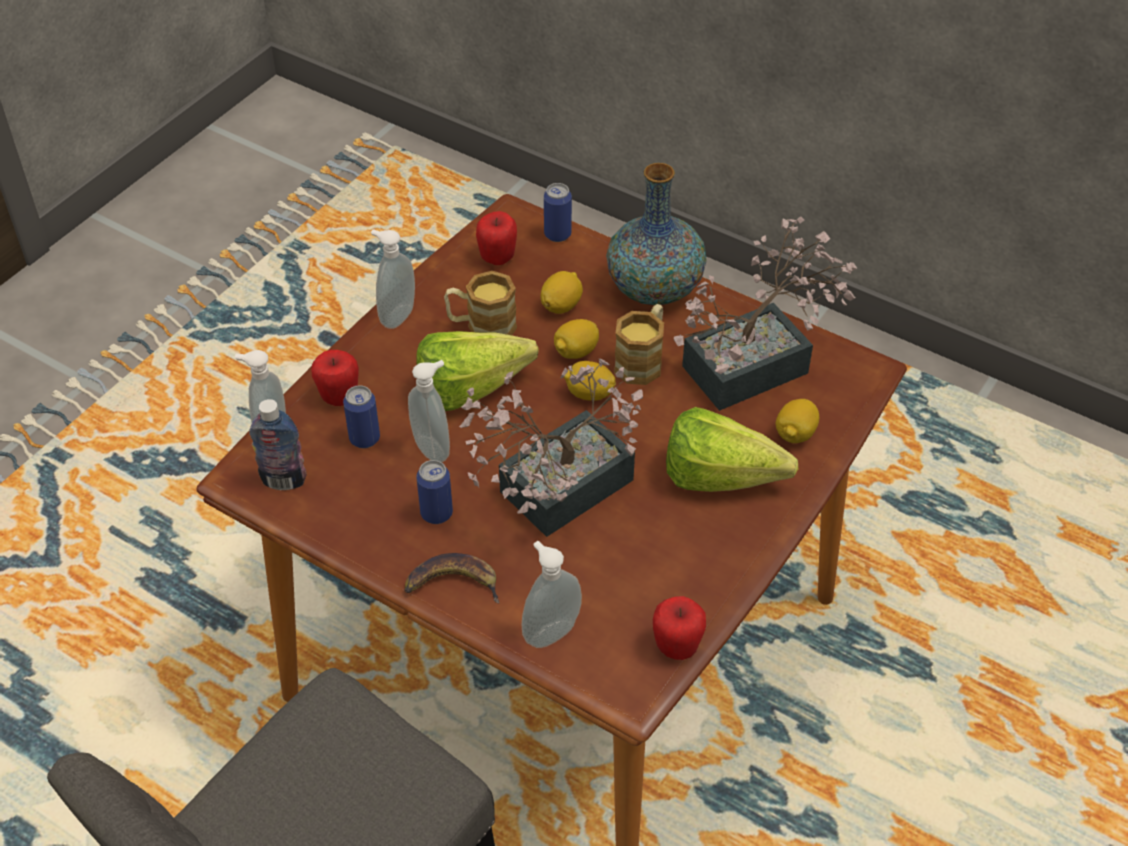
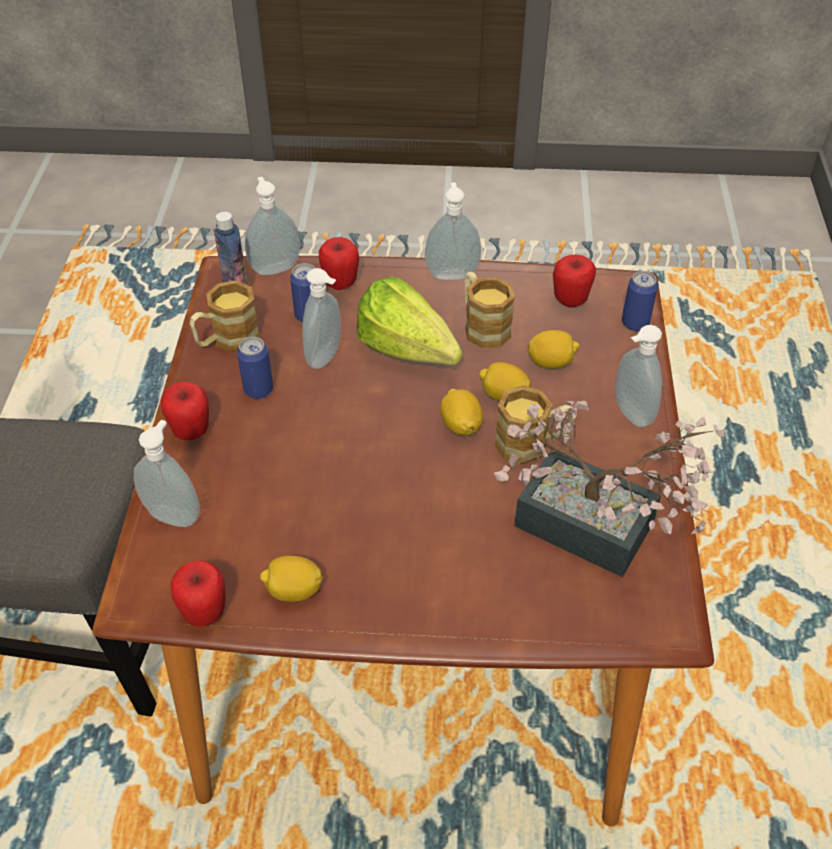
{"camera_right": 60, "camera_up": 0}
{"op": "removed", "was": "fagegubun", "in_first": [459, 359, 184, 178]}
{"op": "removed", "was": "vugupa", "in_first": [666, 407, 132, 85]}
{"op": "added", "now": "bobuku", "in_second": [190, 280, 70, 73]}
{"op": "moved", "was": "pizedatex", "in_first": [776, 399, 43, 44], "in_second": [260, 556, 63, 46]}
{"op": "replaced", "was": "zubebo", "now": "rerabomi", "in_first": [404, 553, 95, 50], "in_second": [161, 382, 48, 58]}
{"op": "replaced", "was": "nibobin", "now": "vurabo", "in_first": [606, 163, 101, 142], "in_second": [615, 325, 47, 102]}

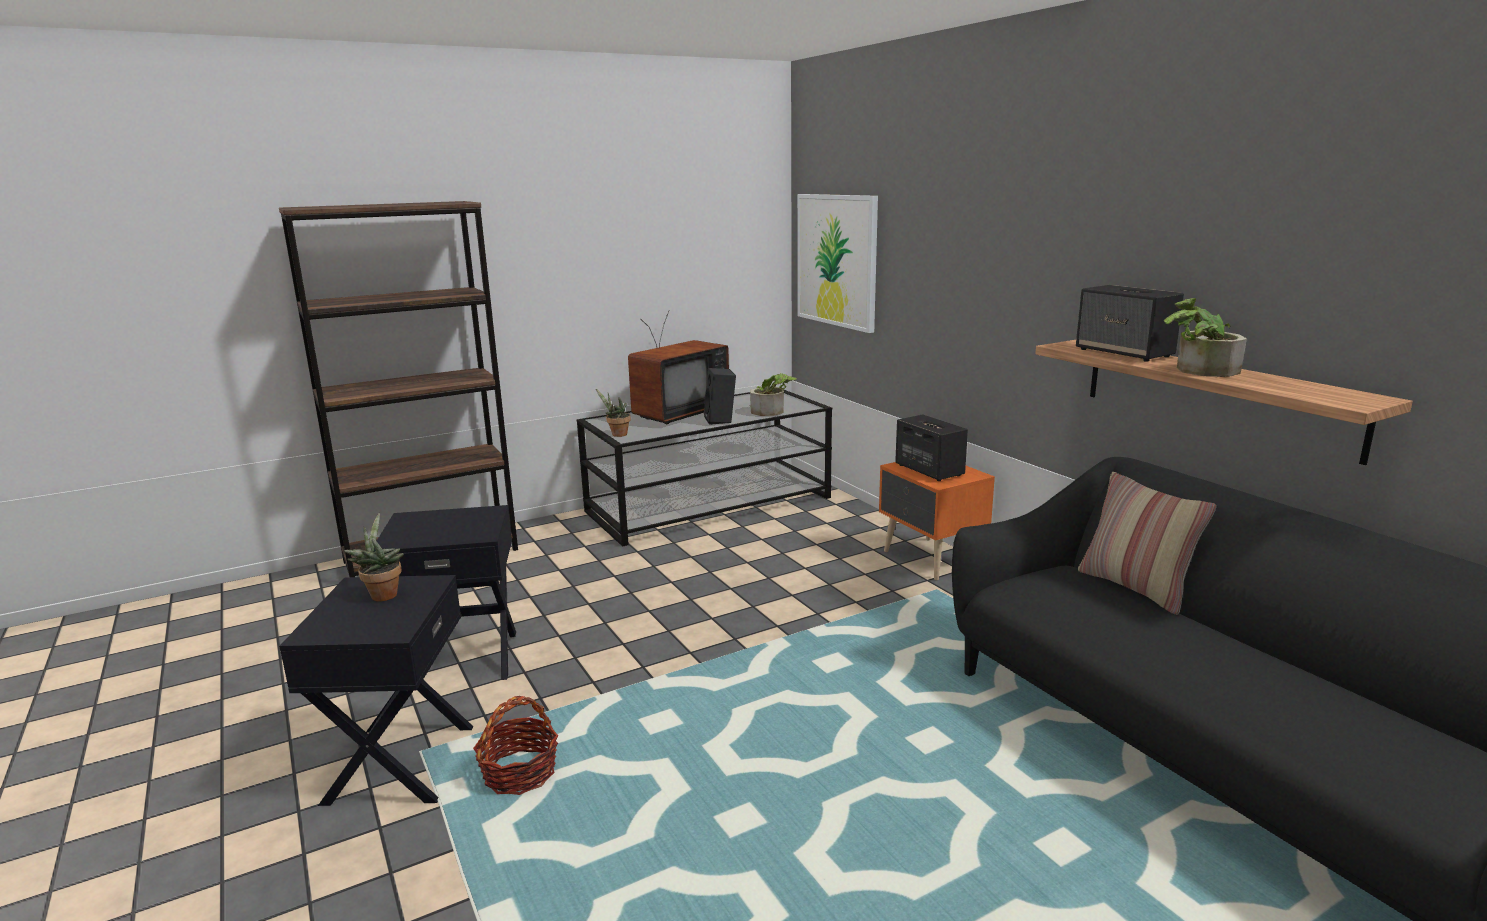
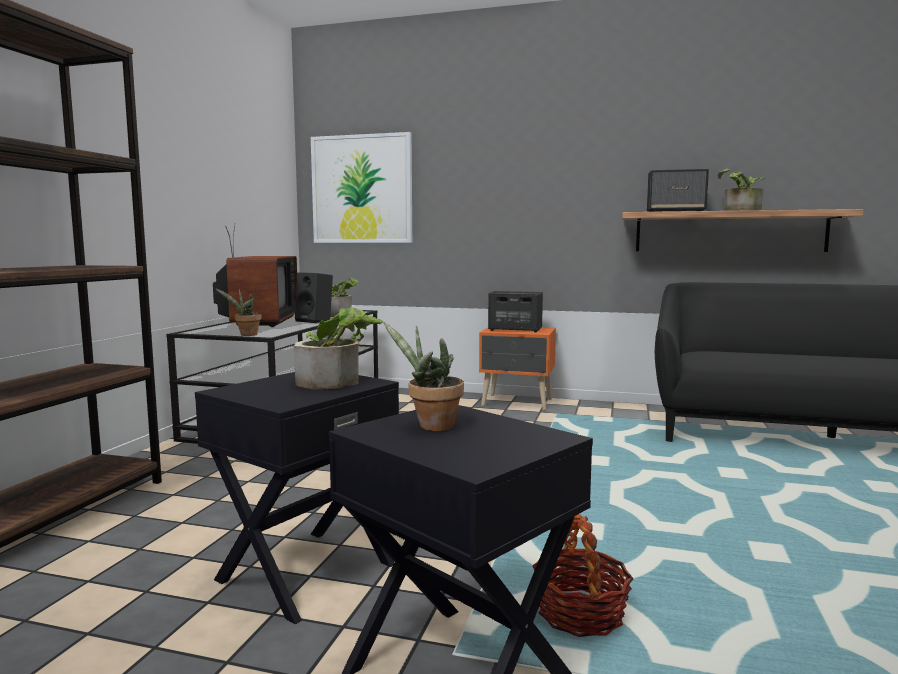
{"camera_right": -45, "camera_up": -10}
{"op": "removed", "was": "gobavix", "in_first": [1078, 472, 139, 143]}
{"op": "added", "now": "fagegubun", "in_second": [294, 307, 89, 83]}

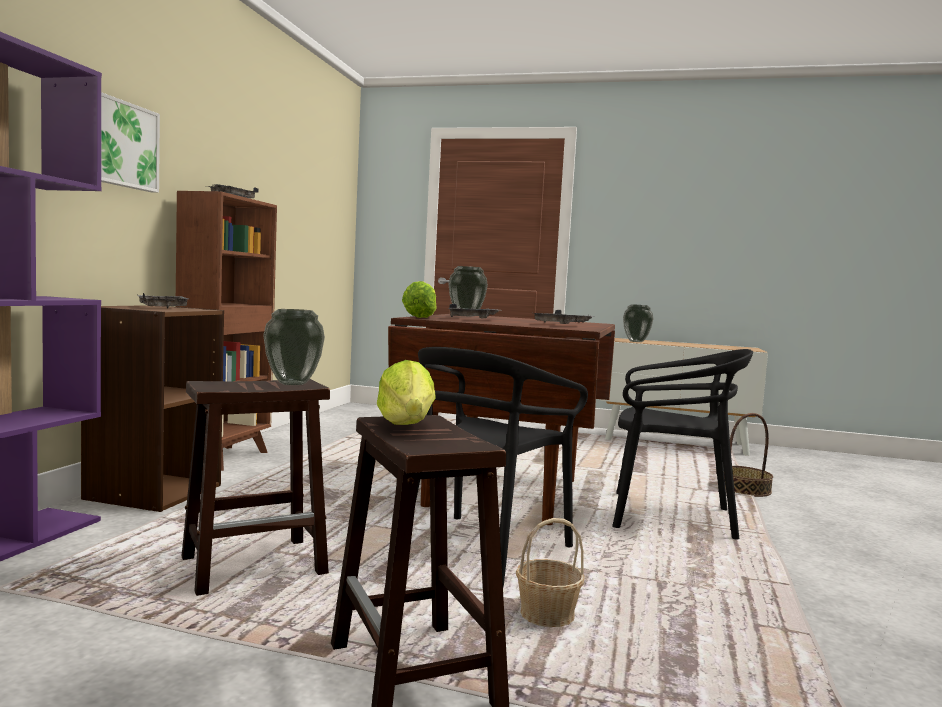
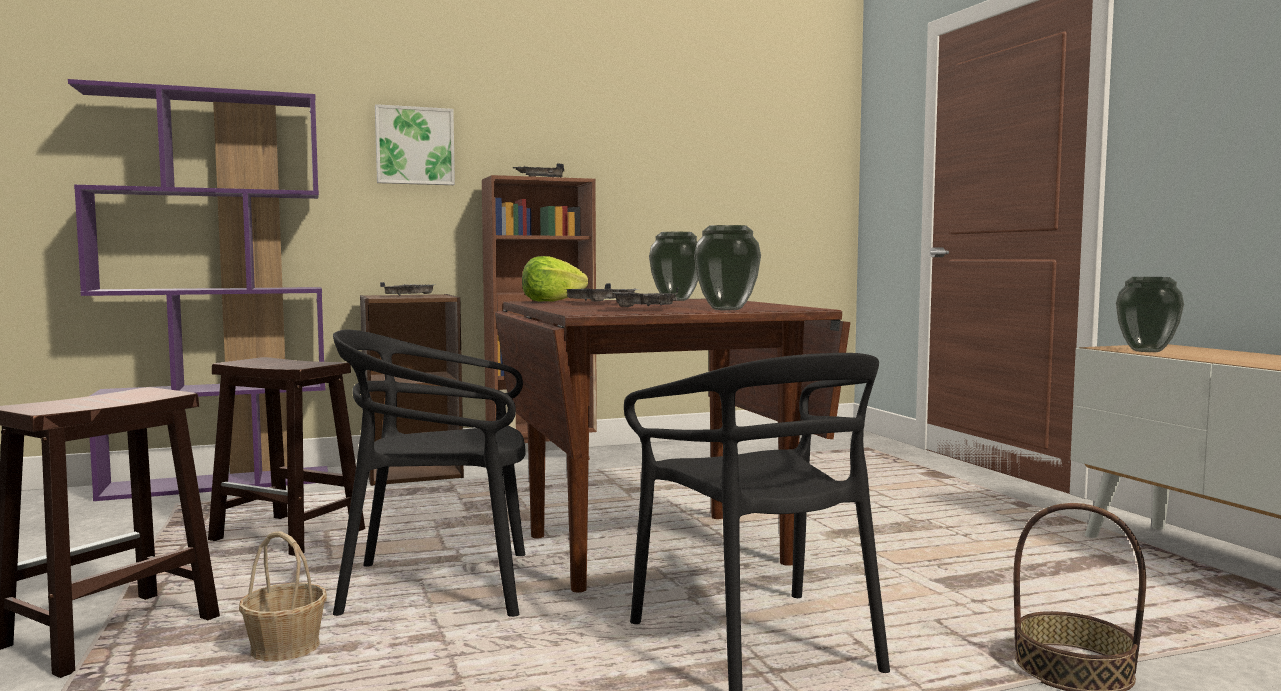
{"camera_right": 55, "camera_up": 0}
{"op": "removed", "was": "vugupa", "in_first": [377, 360, 59, 65]}
{"op": "moved", "was": "nibobin", "in_first": [263, 309, 62, 76], "in_second": [694, 225, 67, 85]}

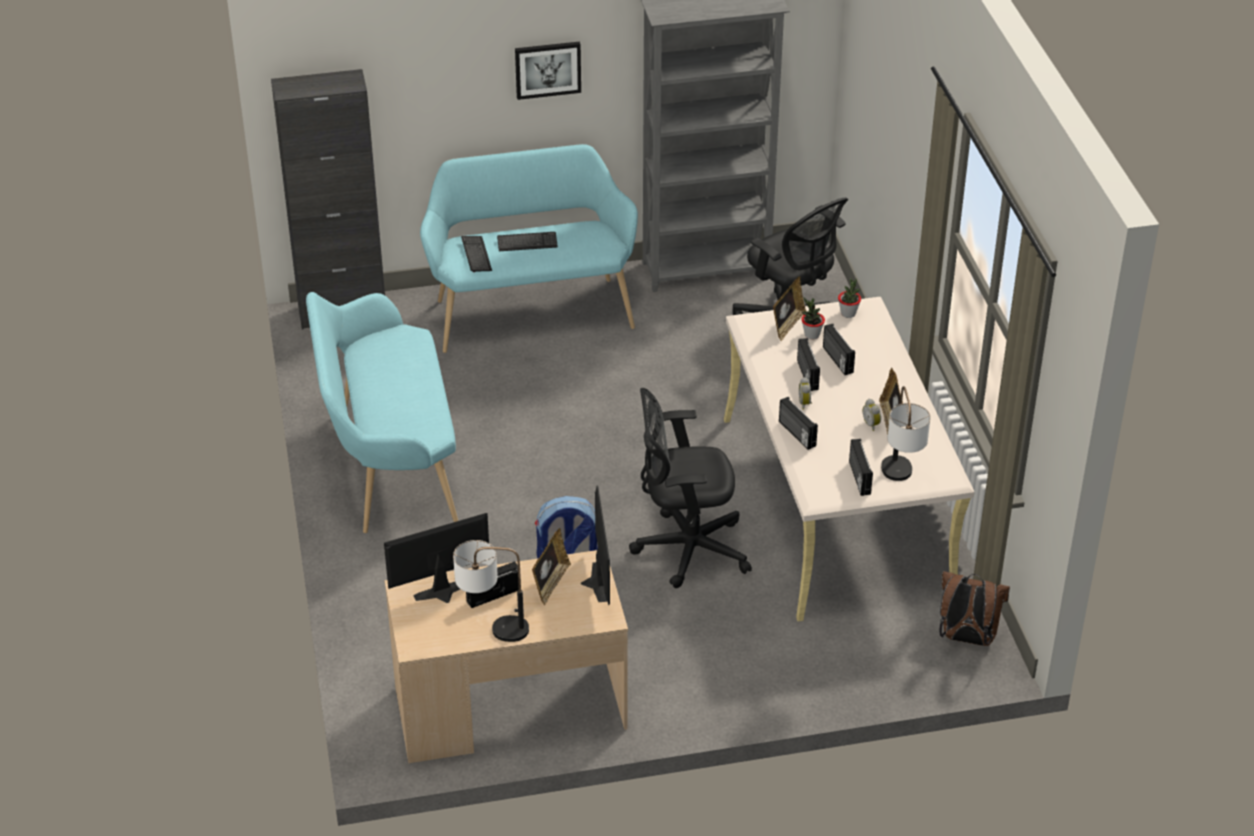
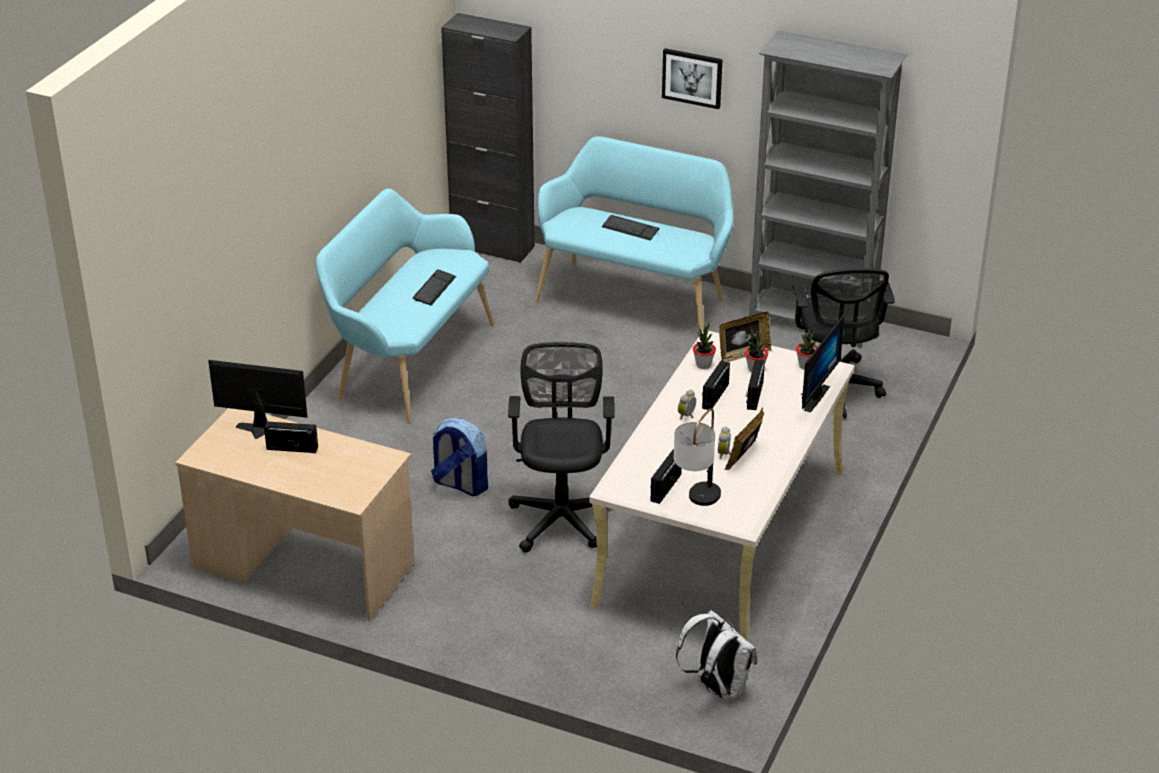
{"camera_right": 35, "camera_up": -5}
{"op": "removed", "was": "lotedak", "in_first": [453, 540, 76, 102]}
{"op": "removed", "was": "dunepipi", "in_first": [532, 528, 39, 77]}
{"op": "removed", "was": "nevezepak", "in_first": [779, 397, 39, 53]}
{"op": "added", "now": "fagegubun", "in_second": [693, 323, 23, 46]}
{"op": "moved", "was": "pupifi", "in_first": [461, 236, 31, 36], "in_second": [413, 269, 43, 36]}
{"op": "moved", "was": "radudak", "in_first": [581, 486, 29, 119], "in_second": [801, 315, 44, 98]}
{"op": "recoloured", "was": "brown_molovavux", "now": "white_molovavux", "in_first": [940, 571, 70, 75], "in_second": [676, 610, 81, 90]}
{"op": "turned", "was": "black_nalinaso", "in_first": [629, 388, 123, 200], "in_second": [508, 342, 107, 211], "clockwise": 60}

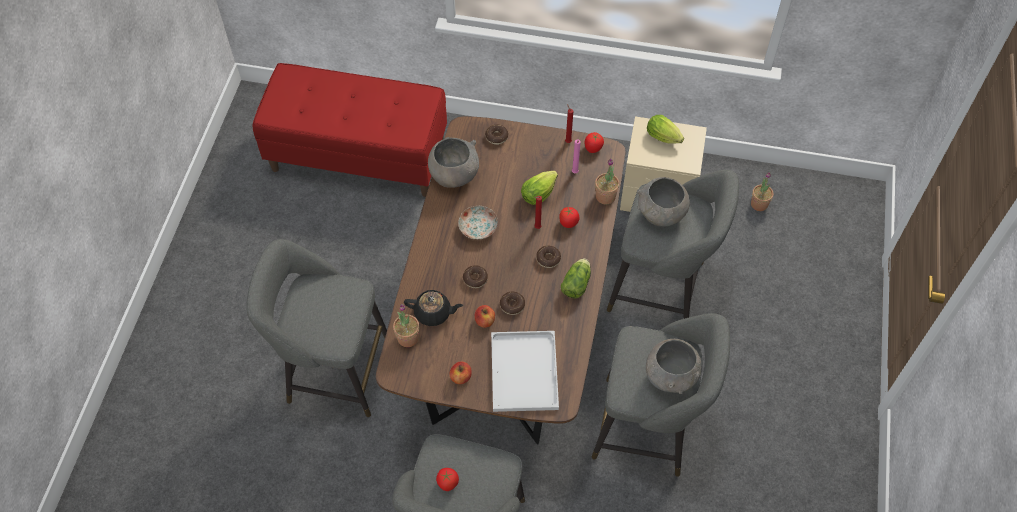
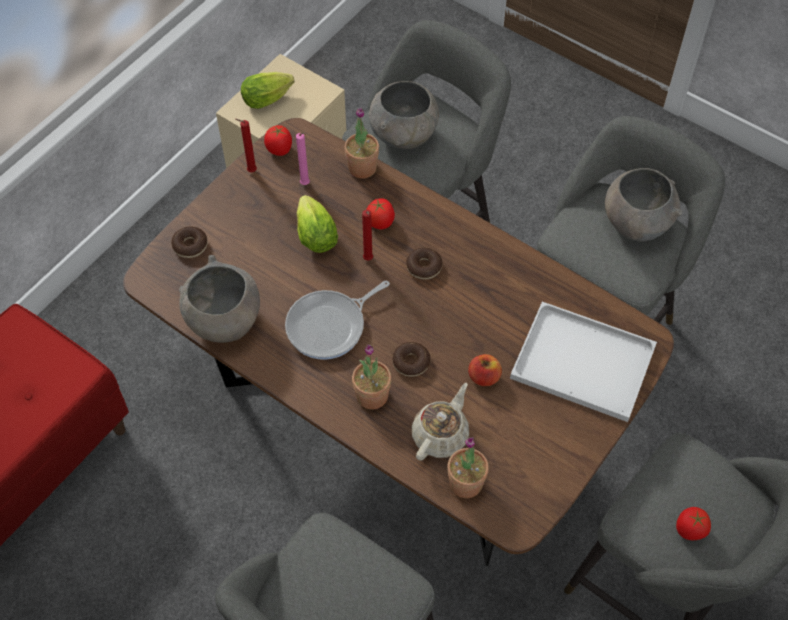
{"camera_right": -65, "camera_up": 0}
{"op": "removed", "was": "rerabomi", "in_first": [449, 362, 23, 22]}
{"op": "removed", "was": "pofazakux", "in_first": [500, 292, 25, 23]}
{"op": "removed", "was": "vugupa", "in_first": [561, 259, 30, 39]}
{"op": "moved", "was": "fagegubun", "in_first": [751, 172, 22, 39], "in_second": [352, 344, 40, 66]}
{"op": "replaced", "was": "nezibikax", "now": "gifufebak", "in_first": [458, 206, 40, 33], "in_second": [285, 281, 105, 79]}
{"op": "recoloured", "was": "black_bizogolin", "now": "beige_bizogolin", "in_first": [404, 290, 59, 36], "in_second": [412, 383, 57, 78]}

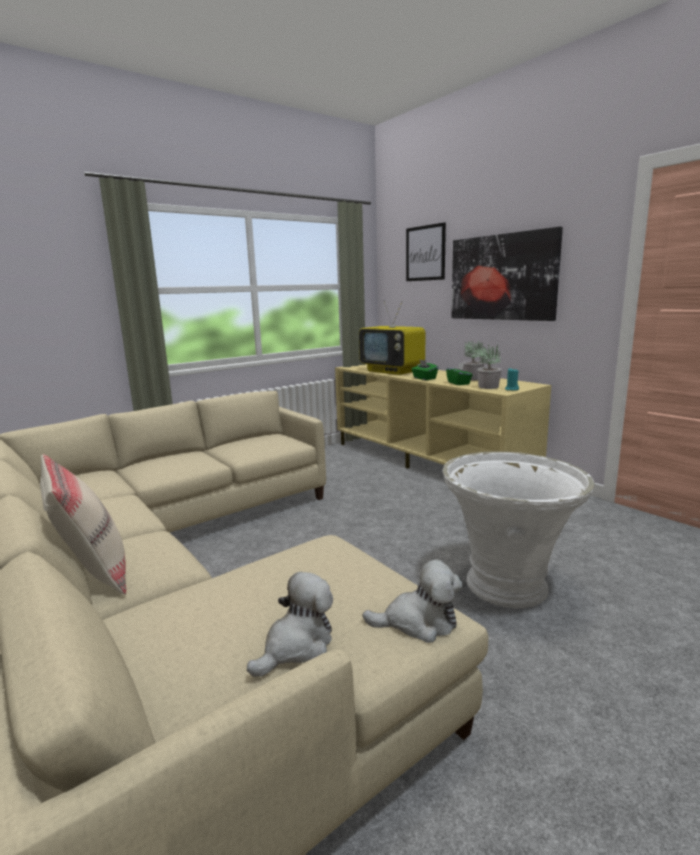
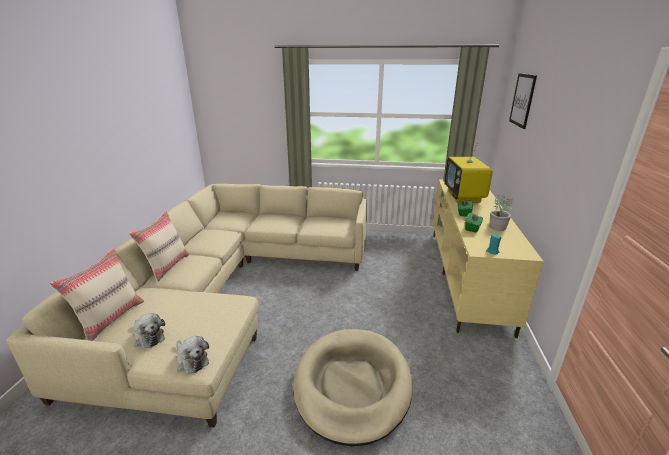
{"camera_right": 45, "camera_up": 10}
{"op": "removed", "was": "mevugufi", "in_first": [451, 227, 112, 94]}
{"op": "removed", "was": "fagegubun", "in_first": [477, 344, 25, 45]}
{"op": "added", "now": "beige_gobavix", "in_second": [49, 248, 95, 93]}
{"op": "replaced", "was": "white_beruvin", "now": "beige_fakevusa", "in_first": [443, 451, 152, 157], "in_second": [293, 329, 120, 118]}
{"op": "turned", "was": "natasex", "in_first": [247, 572, 86, 105], "in_second": [133, 313, 32, 35], "clockwise": 45}

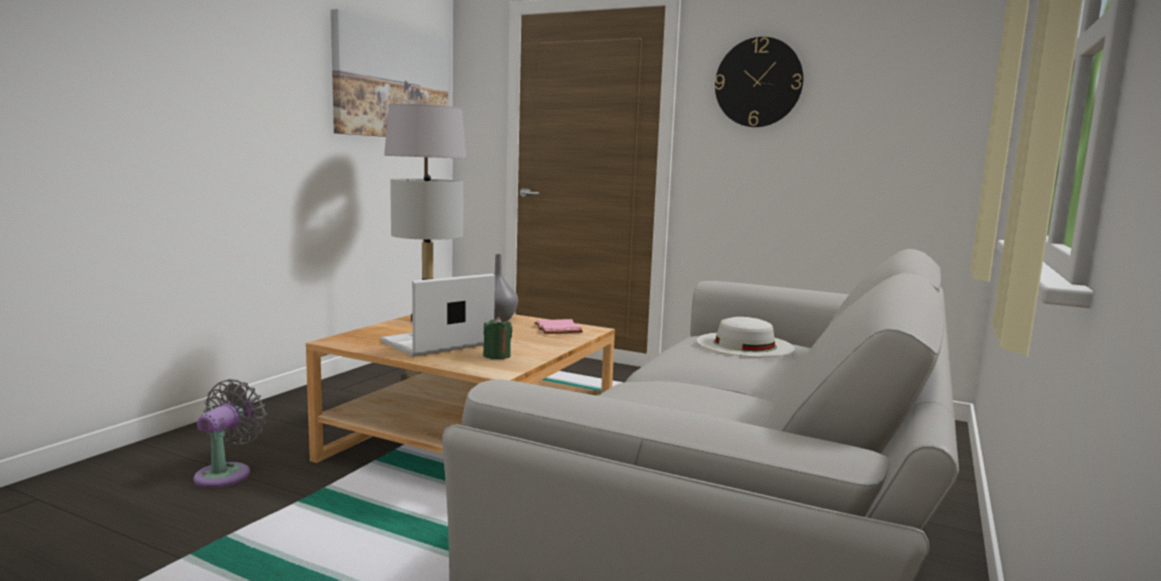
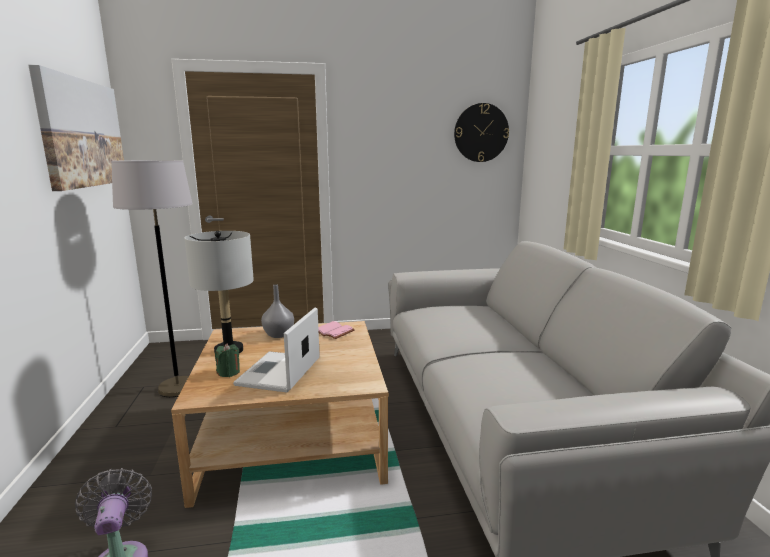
{"camera_right": -35, "camera_up": 5}
{"op": "removed", "was": "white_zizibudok", "in_first": [697, 317, 98, 40]}
{"op": "moved", "was": "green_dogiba", "in_first": [483, 317, 29, 42], "in_second": [215, 343, 25, 34]}
{"op": "moved", "was": "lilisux", "in_first": [715, 37, 89, 90], "in_second": [454, 103, 55, 59]}

